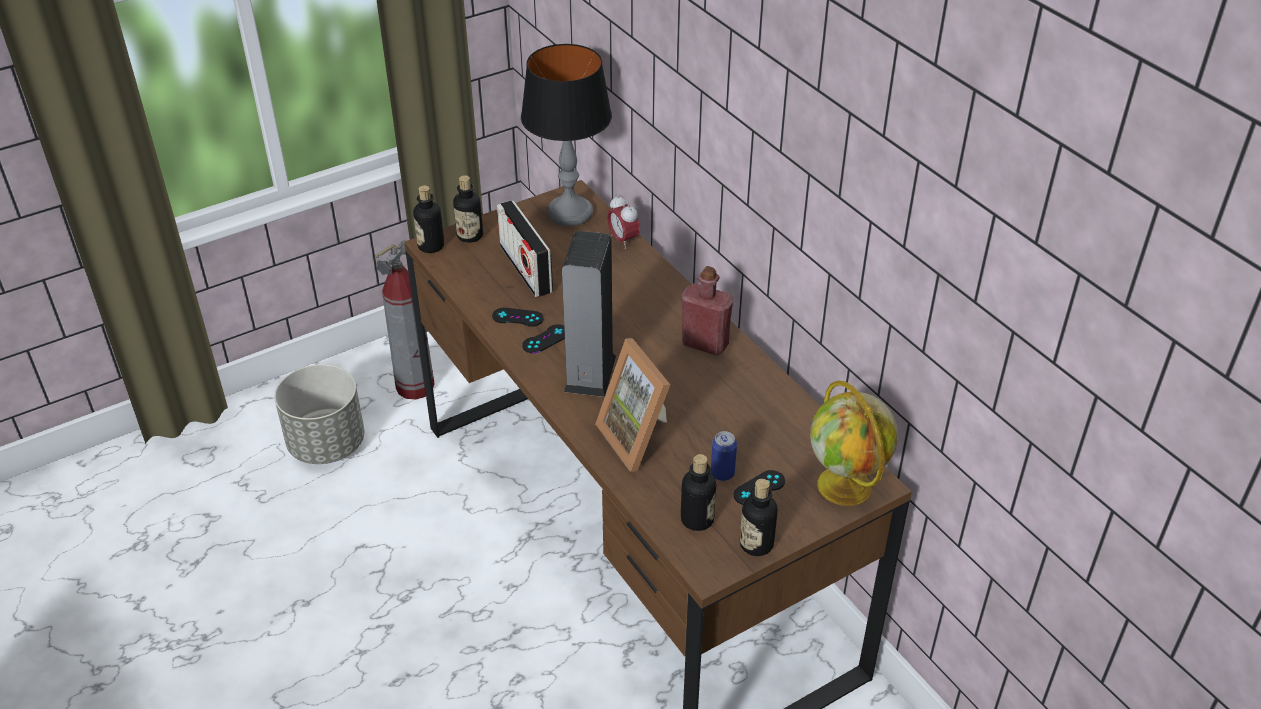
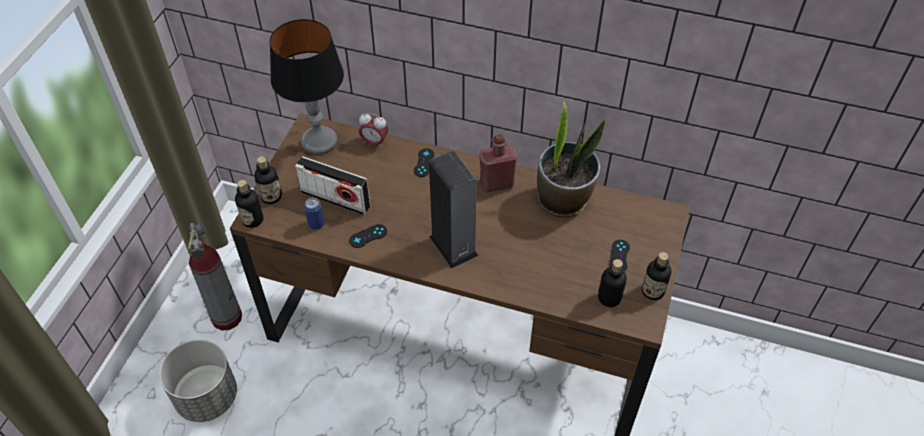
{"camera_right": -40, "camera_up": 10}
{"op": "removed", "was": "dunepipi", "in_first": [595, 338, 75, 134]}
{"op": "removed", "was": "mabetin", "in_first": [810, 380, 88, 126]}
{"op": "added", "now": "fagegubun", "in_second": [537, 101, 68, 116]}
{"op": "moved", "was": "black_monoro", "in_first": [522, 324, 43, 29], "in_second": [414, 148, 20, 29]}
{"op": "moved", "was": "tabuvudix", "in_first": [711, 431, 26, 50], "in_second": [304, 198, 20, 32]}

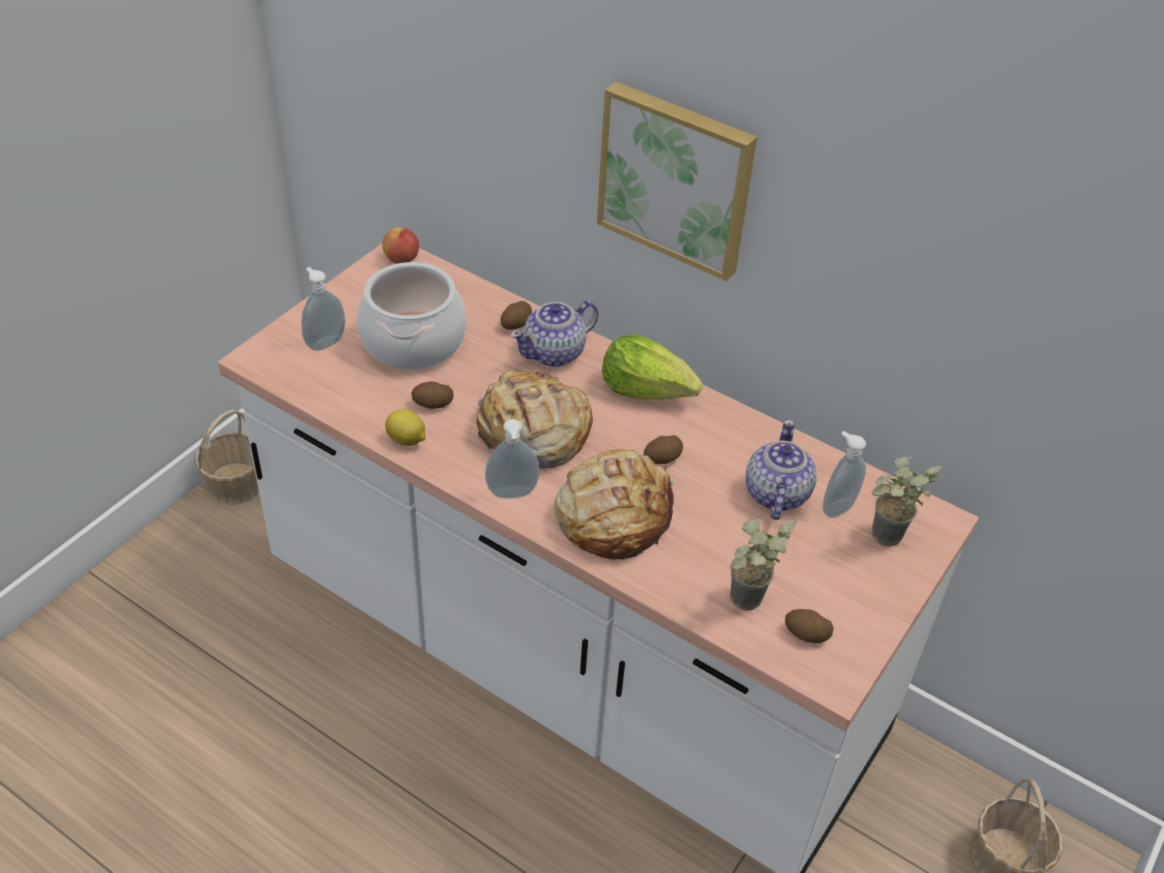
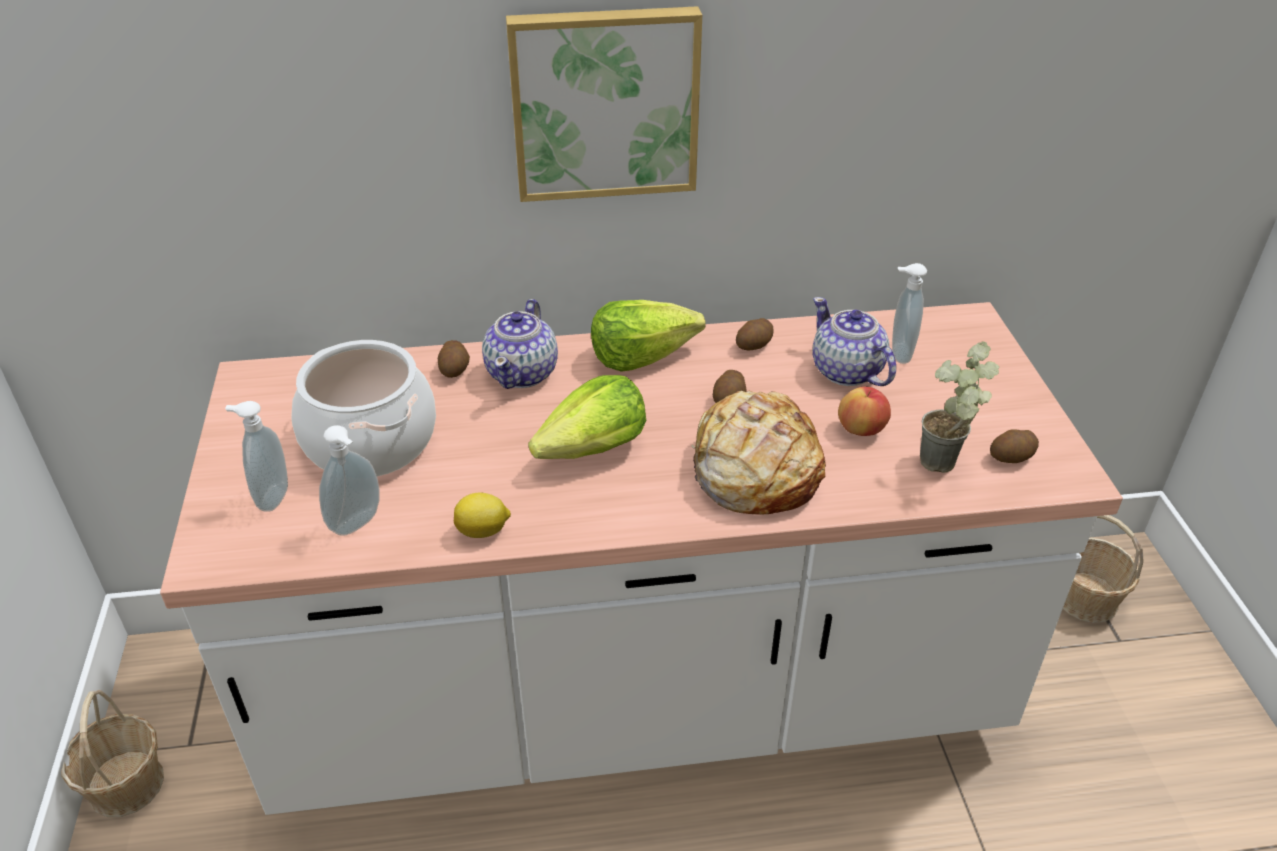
{"camera_right": -40, "camera_up": -5}
{"op": "removed", "was": "fagegubun", "in_first": [871, 457, 74, 90]}
{"op": "moved", "was": "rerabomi", "in_first": [382, 227, 37, 37], "in_second": [838, 387, 53, 49]}
{"op": "moved", "was": "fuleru", "in_first": [411, 381, 43, 28], "in_second": [736, 318, 38, 33]}
{"op": "moved", "was": "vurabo", "in_first": [485, 419, 54, 79], "in_second": [319, 425, 61, 111]}
{"op": "replaced", "was": "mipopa", "now": "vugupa", "in_first": [477, 370, 116, 99], "in_second": [528, 375, 118, 84]}

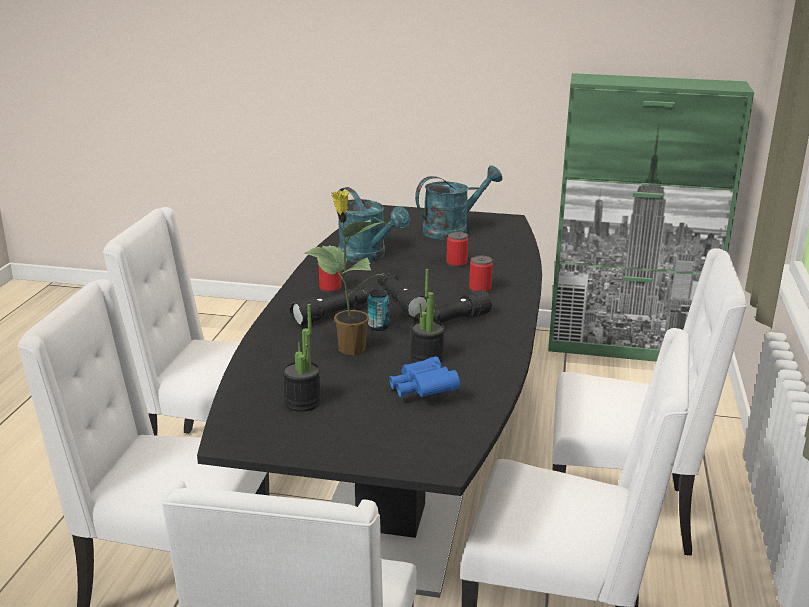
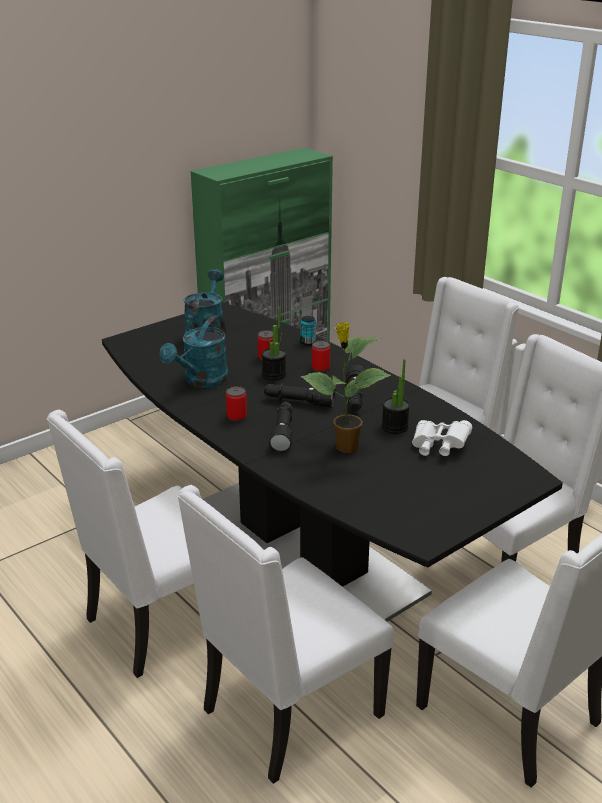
{"camera_right": -50, "camera_up": 5}
{"op": "moved", "was": "fagegubun", "in_first": [282, 304, 39, 108], "in_second": [262, 307, 24, 74]}
{"op": "moved", "was": "tabuvudix", "in_first": [368, 289, 22, 42], "in_second": [300, 316, 16, 30]}
{"op": "recoloured", "was": "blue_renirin", "now": "white_renirin", "in_first": [389, 357, 71, 40], "in_second": [412, 420, 60, 36]}
{"op": "turned", "was": "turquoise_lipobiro", "in_first": [337, 187, 73, 75], "in_second": [160, 315, 69, 73], "clockwise": 120}

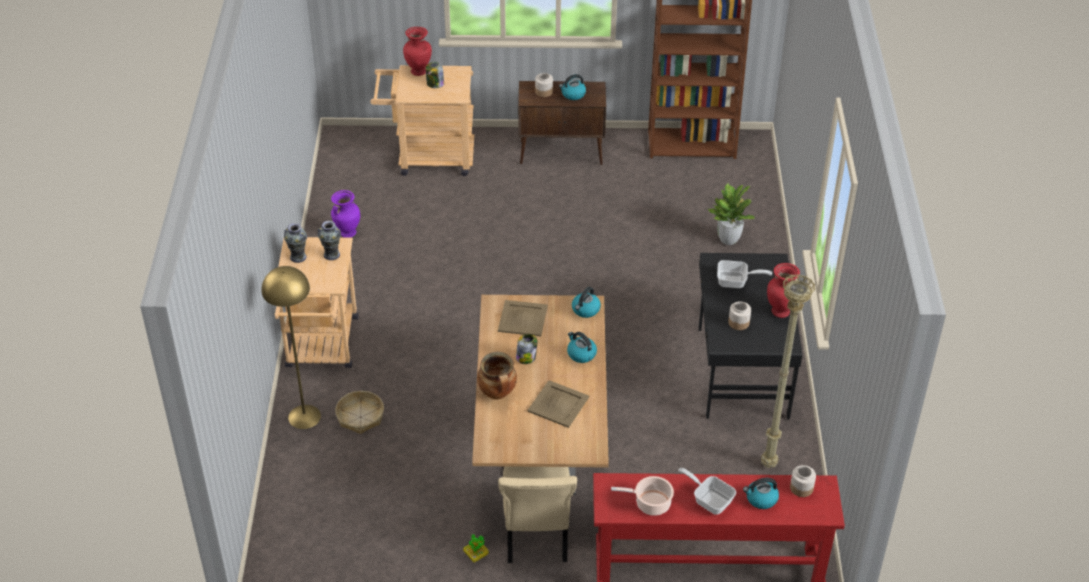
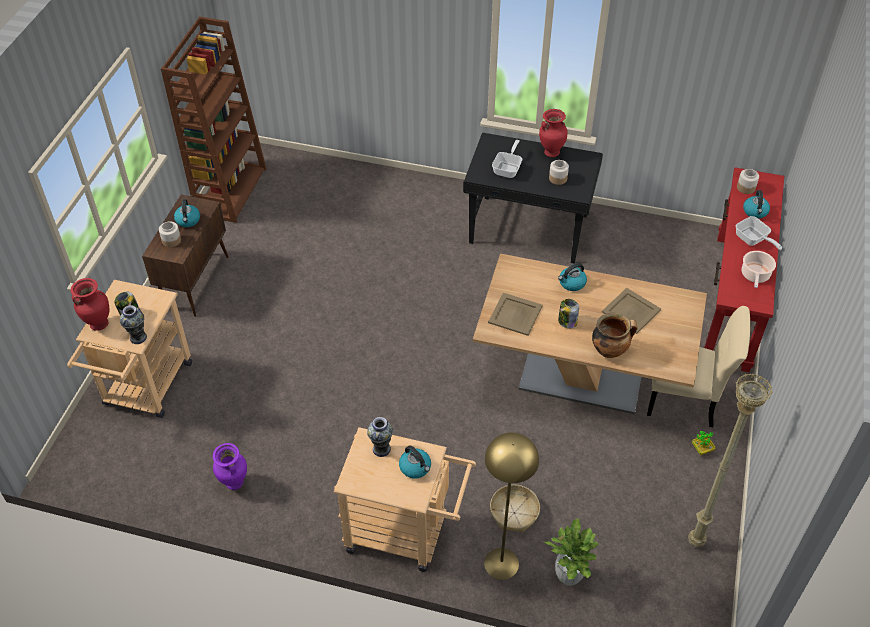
{"camera_right": -75, "camera_up": 5}
{"op": "moved", "was": "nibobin", "in_first": [284, 223, 23, 40], "in_second": [120, 305, 27, 39]}
{"op": "moved", "was": "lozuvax", "in_first": [572, 287, 29, 31], "in_second": [399, 445, 32, 34]}
{"op": "moved", "was": "fagegubun", "in_first": [707, 183, 48, 62], "in_second": [544, 518, 55, 68]}
{"op": "moved", "was": "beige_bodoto", "in_first": [761, 274, 54, 194], "in_second": [688, 373, 85, 175]}
{"op": "turned", "was": "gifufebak", "in_first": [678, 468, 58, 47], "in_second": [736, 216, 46, 34], "clockwise": -90}

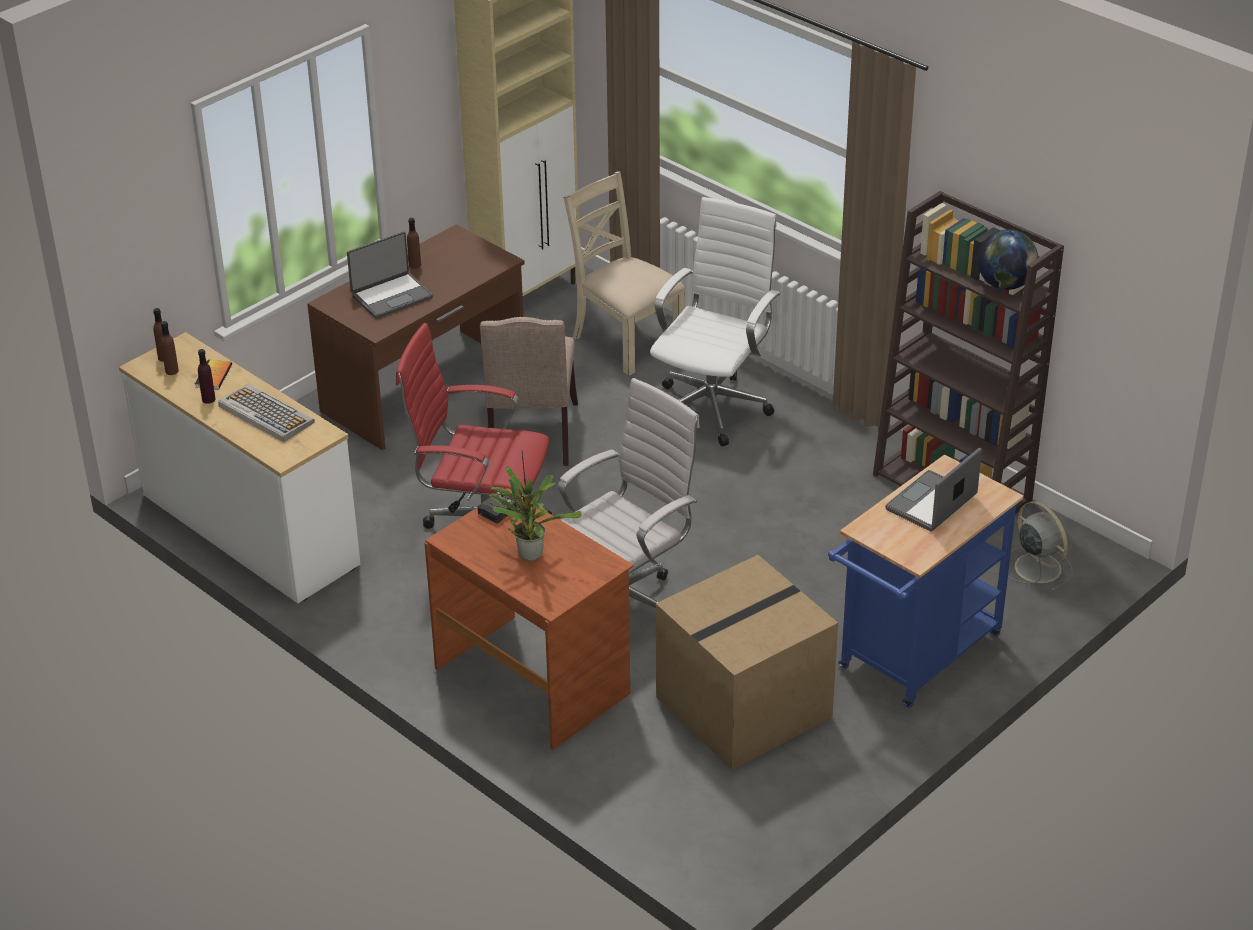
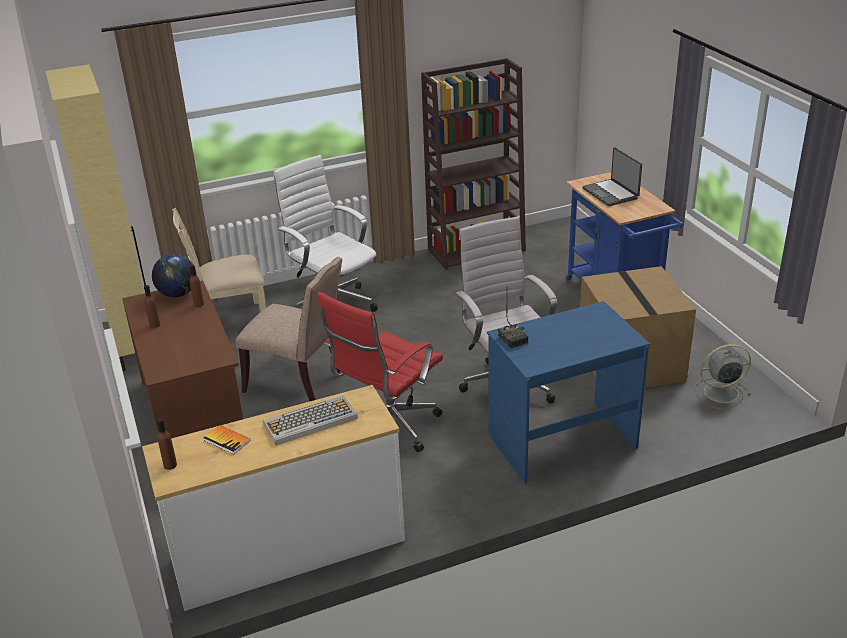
{"camera_right": -65, "camera_up": -5}
{"op": "removed", "was": "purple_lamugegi", "in_first": [198, 349, 18, 55]}
{"op": "removed", "was": "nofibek", "in_first": [347, 231, 86, 87]}
{"op": "removed", "was": "fagegubun", "in_first": [489, 467, 93, 94]}
{"op": "moved", "was": "brown_lamugegi", "in_first": [161, 321, 18, 54], "in_second": [189, 265, 15, 42]}
{"op": "moved", "was": "mabetin", "in_first": [977, 229, 61, 61], "in_second": [152, 254, 44, 43]}
{"op": "moved", "was": "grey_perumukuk", "in_first": [1008, 501, 64, 91], "in_second": [695, 344, 56, 65]}
{"op": "recoloured", "was": "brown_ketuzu", "now": "blue_ketuzu", "in_first": [425, 488, 208, 262], "in_second": [487, 301, 163, 183]}

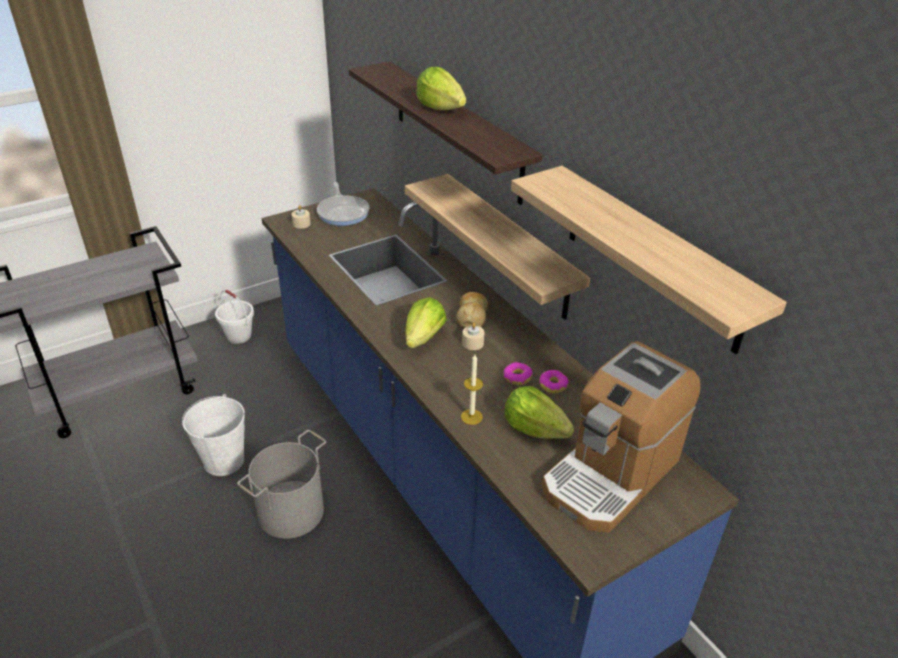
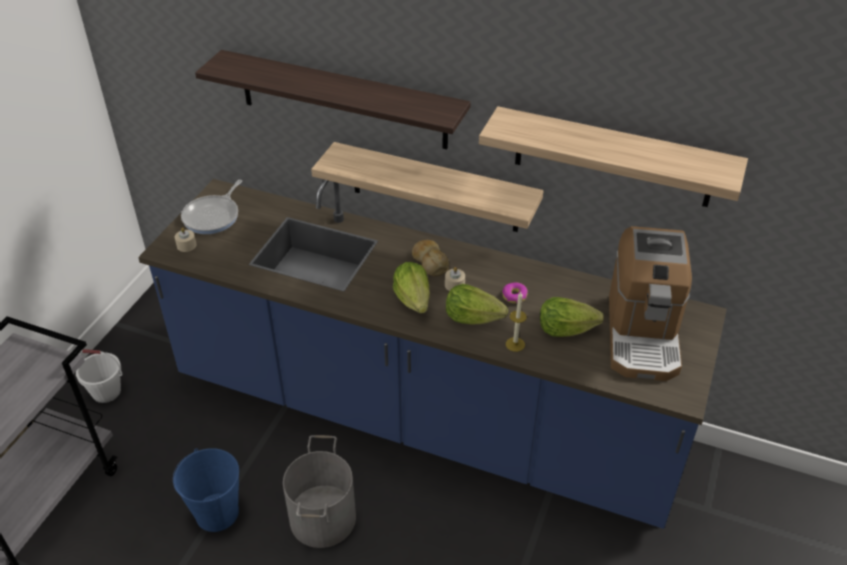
{"camera_right": -35, "camera_up": 5}
{"op": "removed", "was": "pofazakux", "in_first": [539, 370, 30, 23]}
{"op": "moved", "was": "vugupa", "in_first": [416, 67, 50, 44], "in_second": [446, 284, 62, 40]}
{"op": "recoloured", "was": "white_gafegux", "now": "blue_gafegux", "in_first": [182, 394, 63, 82], "in_second": [173, 448, 66, 84]}
{"op": "turned", "was": "gifufebak", "in_first": [317, 182, 53, 44], "in_second": [181, 180, 61, 54], "clockwise": 75}

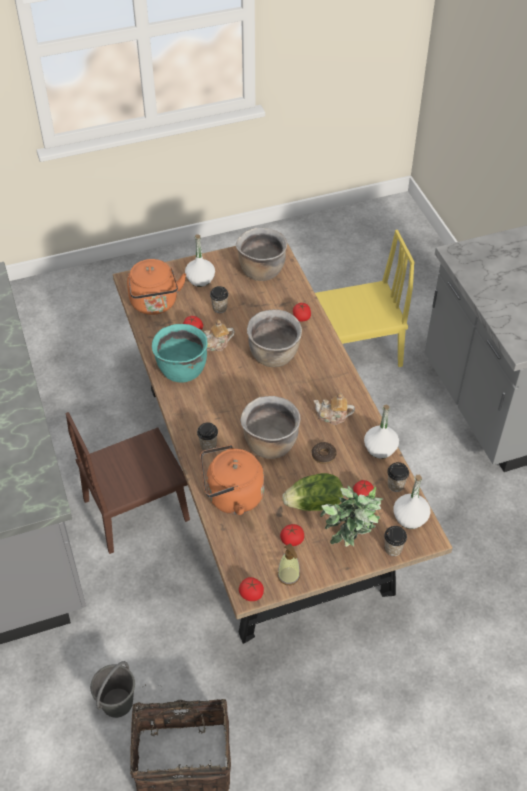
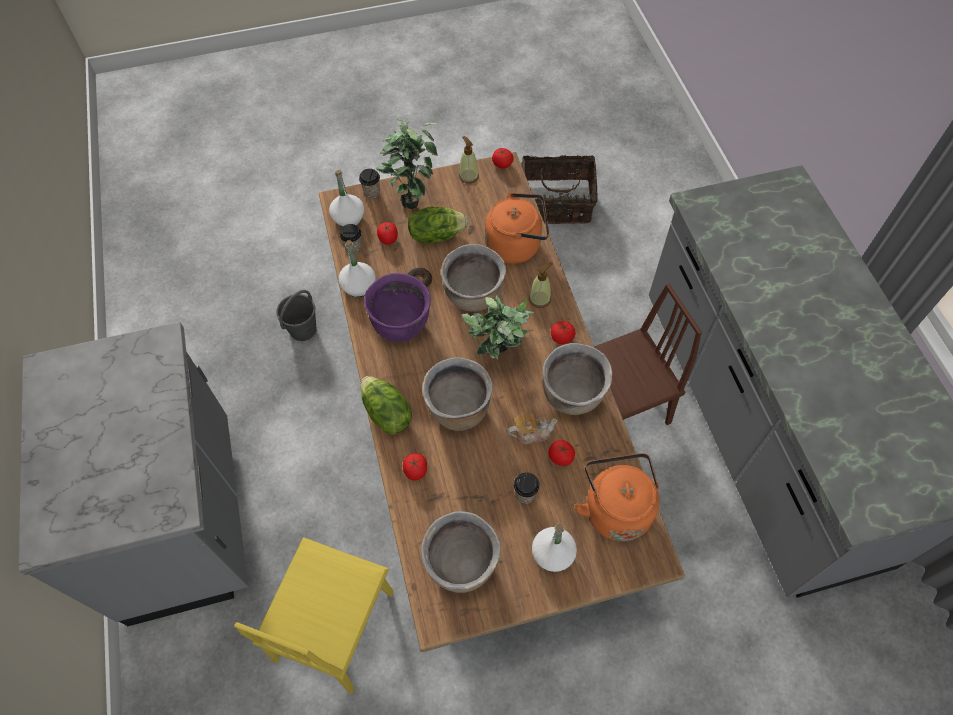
{"camera_right": -175, "camera_up": 10}
{"op": "added", "now": "vugupa", "in_second": [360, 376, 52, 59]}
{"op": "added", "now": "fagegubun", "in_second": [462, 295, 72, 64]}
{"op": "moved", "was": "grey_gafegux", "in_first": [90, 661, 45, 57], "in_second": [276, 290, 40, 51]}
{"op": "moved", "was": "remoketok", "in_first": [280, 524, 24, 22], "in_second": [551, 321, 24, 23]}
{"op": "replaced", "was": "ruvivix", "now": "vurabo", "in_first": [197, 422, 21, 28], "in_second": [529, 262, 23, 46]}
{"op": "replaced", "was": "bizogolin", "now": "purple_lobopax", "in_first": [314, 393, 41, 32], "in_second": [364, 273, 66, 69]}
{"op": "recoloured", "was": "turquoise_lobopax", "now": "brown_lobopax", "in_first": [152, 324, 56, 59], "in_second": [543, 343, 69, 72]}
{"op": "turned", "was": "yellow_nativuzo", "in_first": [315, 230, 100, 137], "in_second": [234, 537, 160, 156], "clockwise": -60}

